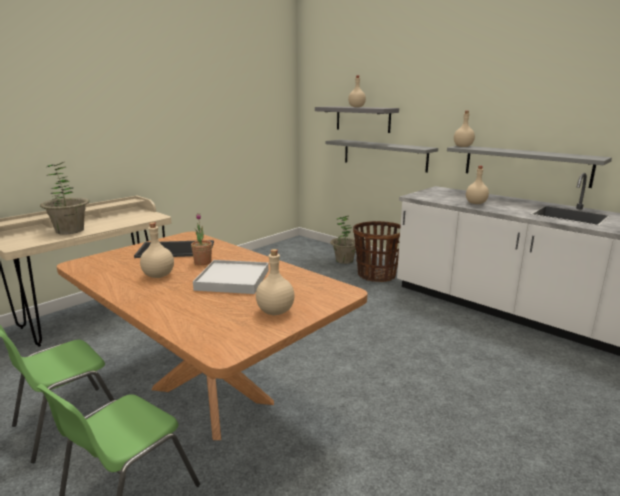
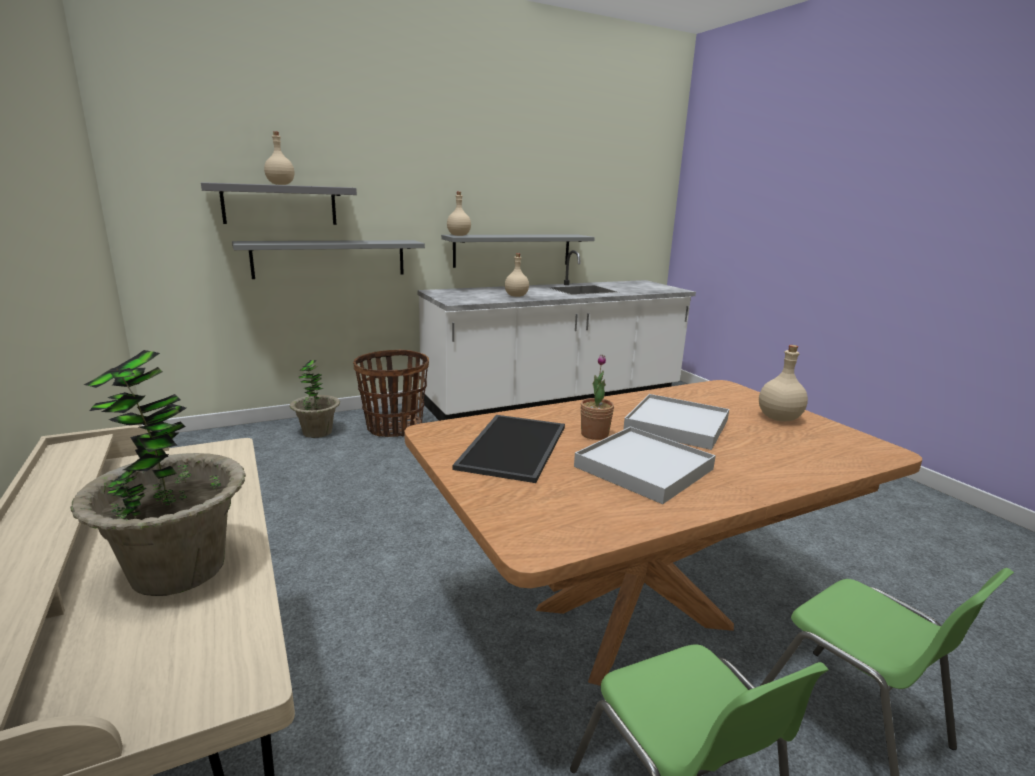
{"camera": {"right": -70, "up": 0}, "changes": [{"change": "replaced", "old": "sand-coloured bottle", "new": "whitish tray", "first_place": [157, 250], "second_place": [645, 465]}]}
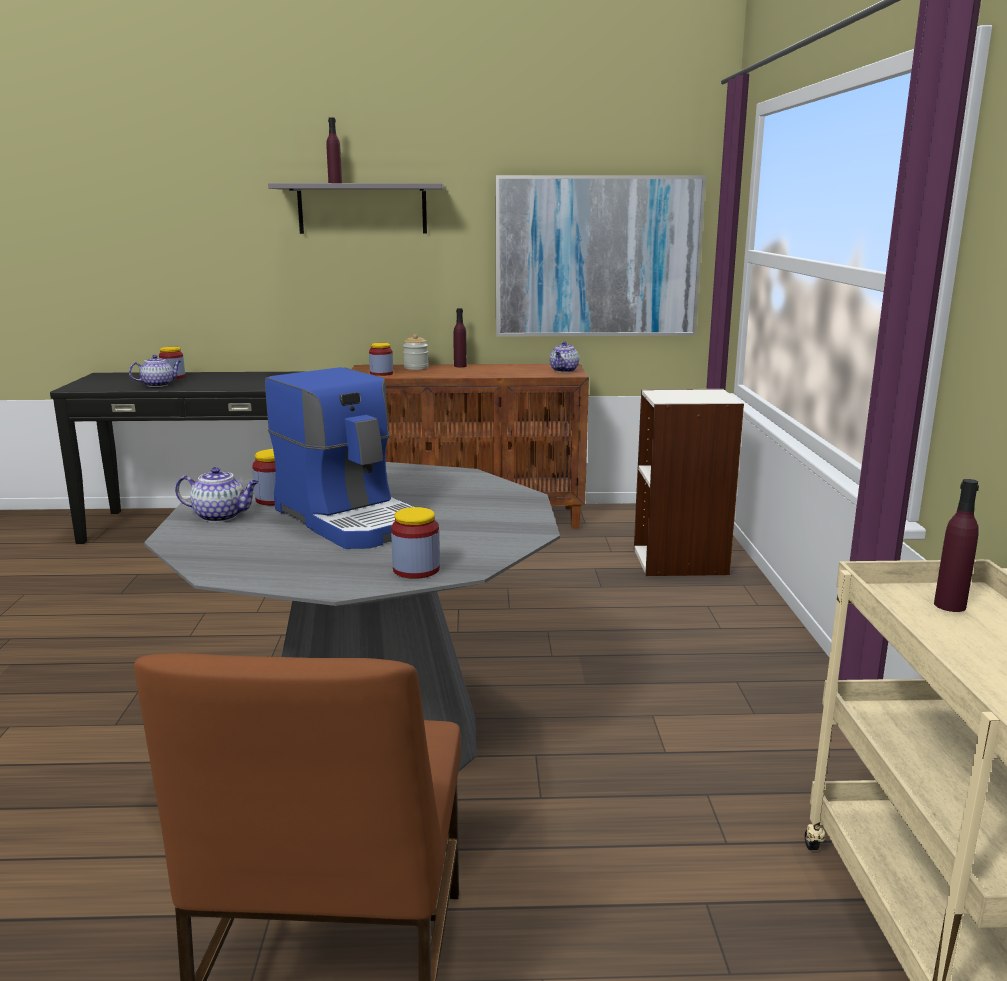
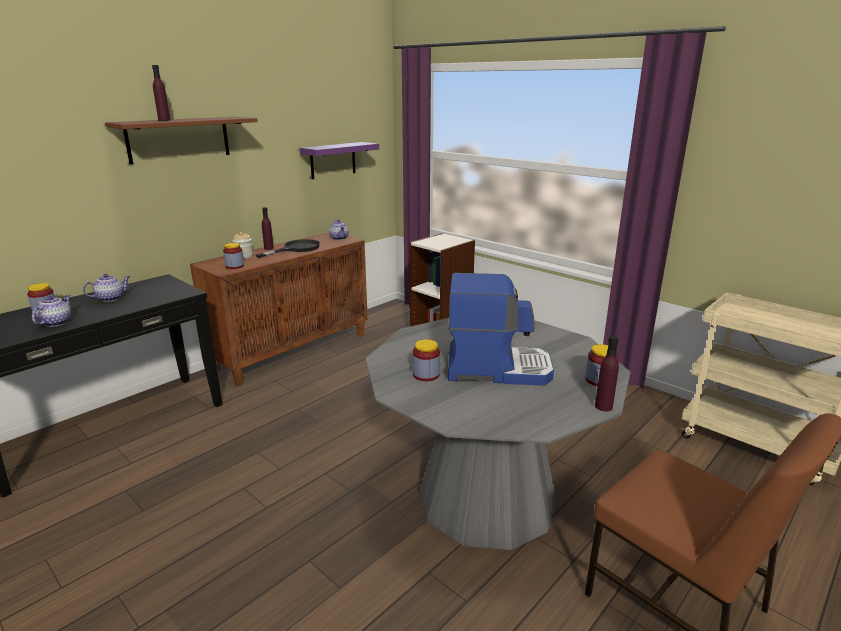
{"camera": {"right": -45, "up": 5}, "changes": [{"change": "replaced", "old": "wall art", "new": "purple-coloured wall shelf", "first_place": [601, 256], "second_place": [339, 160]}, {"change": "recoloured", "old": "grey wall shelf", "new": "brown wall shelf", "first_place": [356, 208], "second_place": [181, 140]}, {"change": "moved", "old": "tea pot", "first_place": [217, 494], "second_place": [106, 288]}, {"change": "moved", "old": "purple-coloured bottle", "first_place": [956, 545], "second_place": [607, 374]}, {"change": "added", "new": "black-coloured frying pan", "second_place": [288, 248]}]}
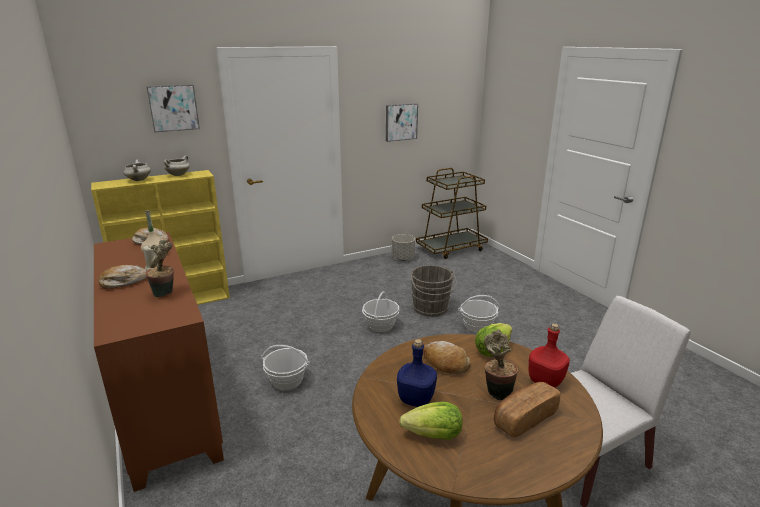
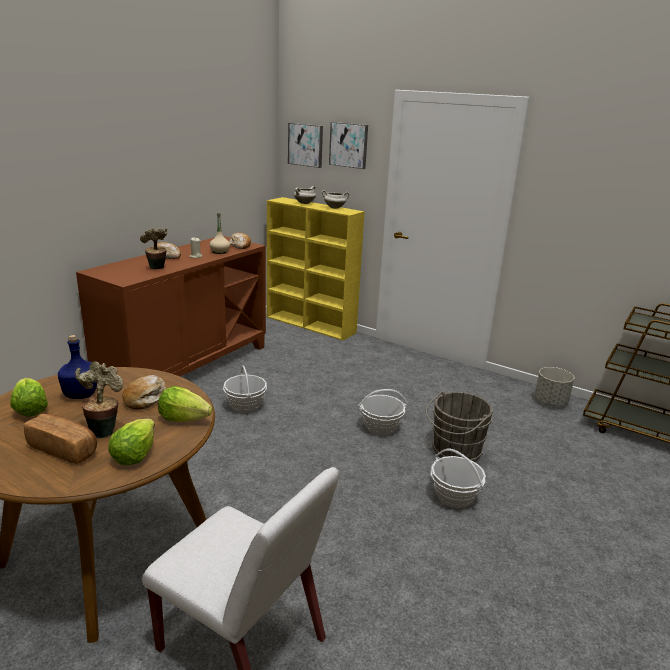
{"camera": {"right": 60, "up": 0}, "changes": [{"change": "moved", "old": "wall art", "first_place": [402, 122], "second_place": [305, 145]}, {"change": "replaced", "old": "red bottle", "new": "head of lettuce", "first_place": [549, 355], "second_place": [131, 442]}]}
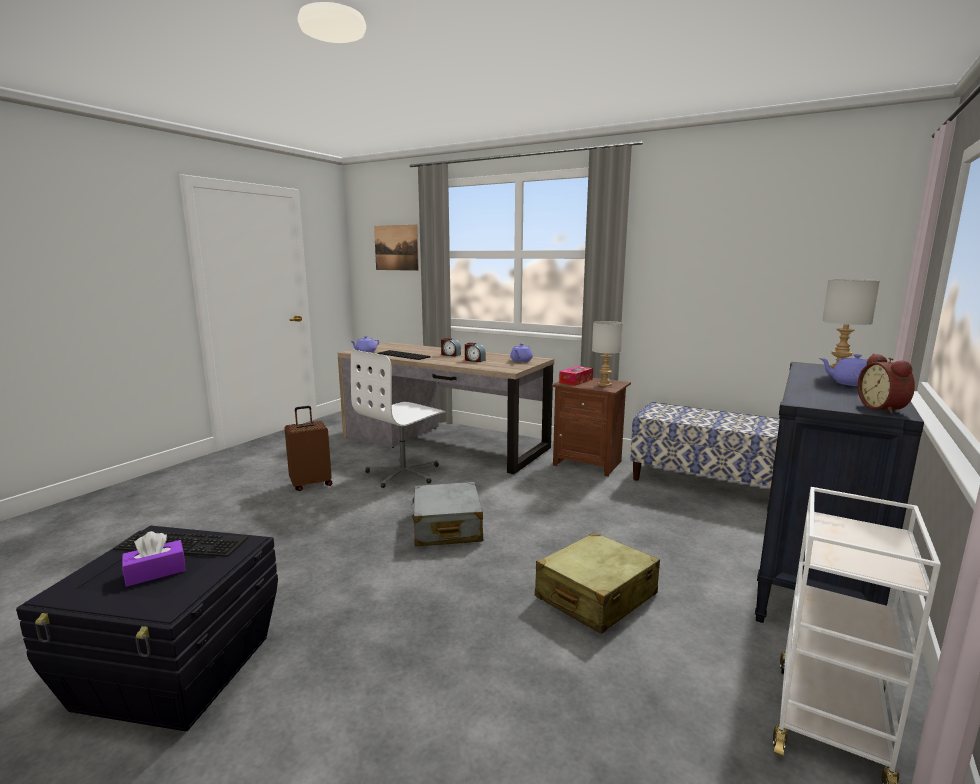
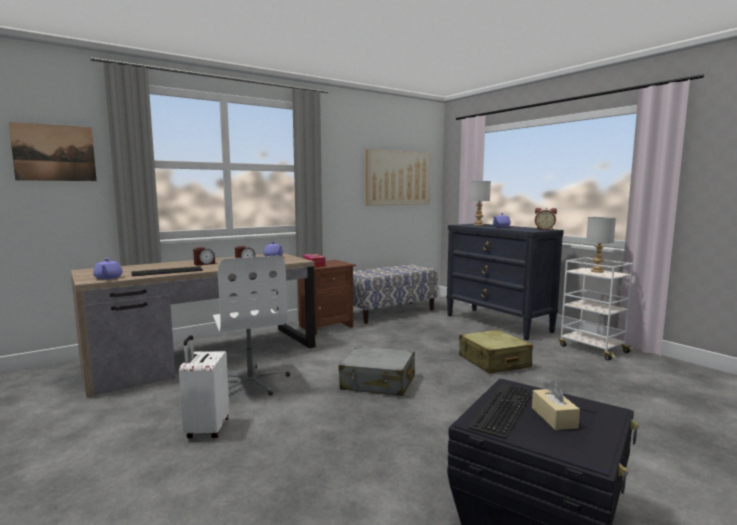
{"camera": {"right": -65, "up": -5}, "changes": [{"change": "moved", "old": "grey tabletop lamp", "first_place": [607, 353], "second_place": [601, 245]}, {"change": "recoloured", "old": "brown piece of luggage", "new": "whitish piece of luggage", "first_place": [308, 448], "second_place": [204, 386]}, {"change": "recoloured", "old": "purple-coloured tissue box", "new": "sand-coloured tissue box", "first_place": [154, 559], "second_place": [556, 405]}, {"change": "added", "new": "wall art", "second_place": [398, 177]}]}
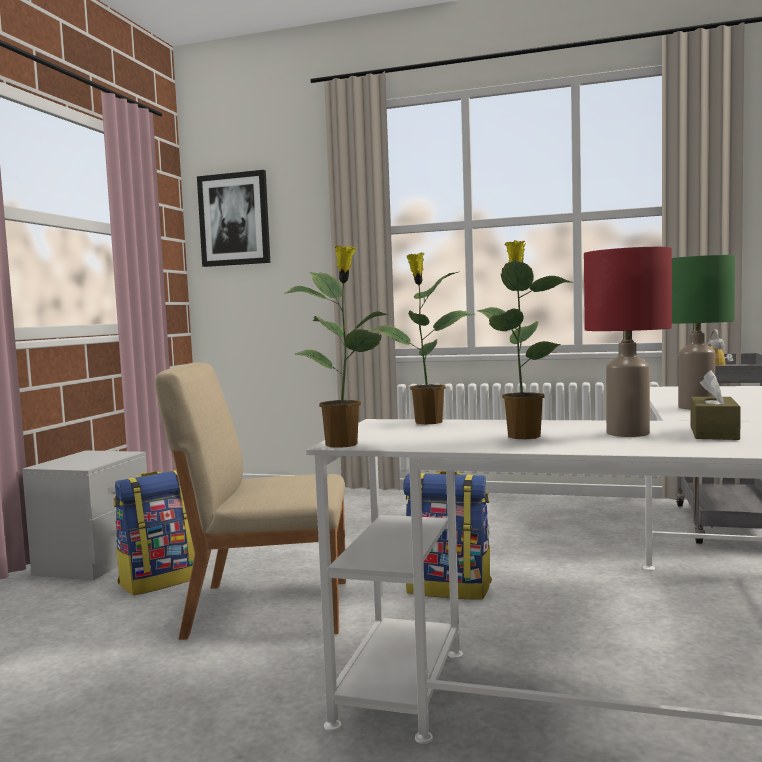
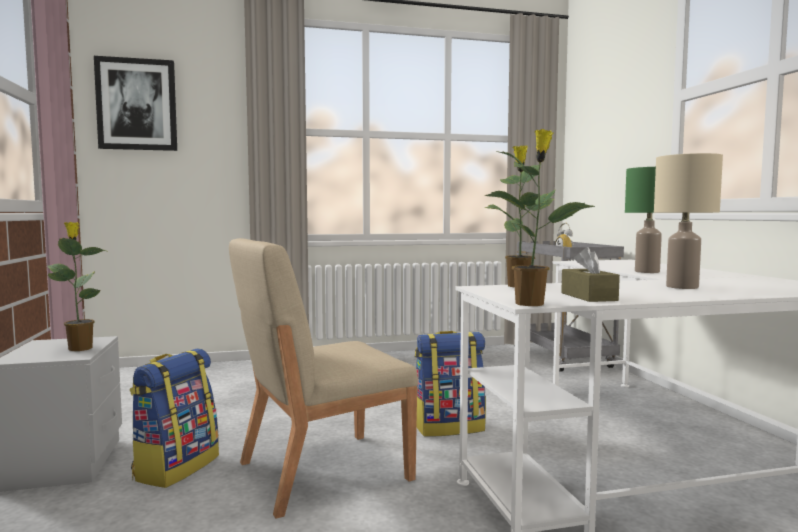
{"camera": {"right": -30, "up": 0}, "changes": [{"change": "moved", "old": "plant in a pot", "first_place": [524, 339], "second_place": [76, 286]}, {"change": "recoloured", "old": "red tabletop lamp", "new": "sand-coloured tabletop lamp", "first_place": [628, 342], "second_place": [688, 221]}, {"change": "moved", "old": "brown tissue box", "first_place": [716, 405], "second_place": [590, 274]}]}
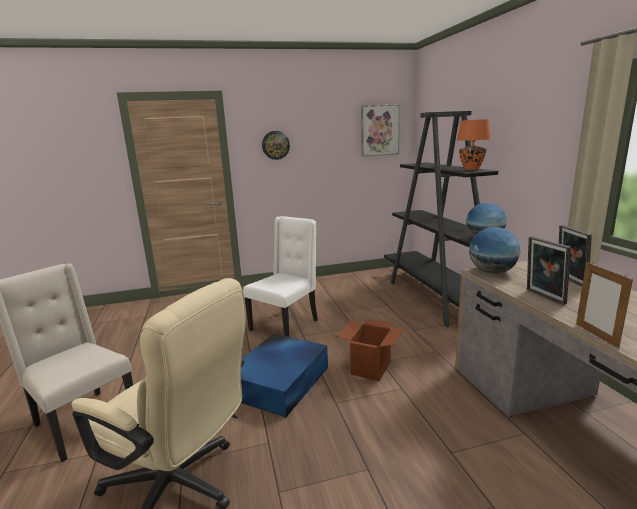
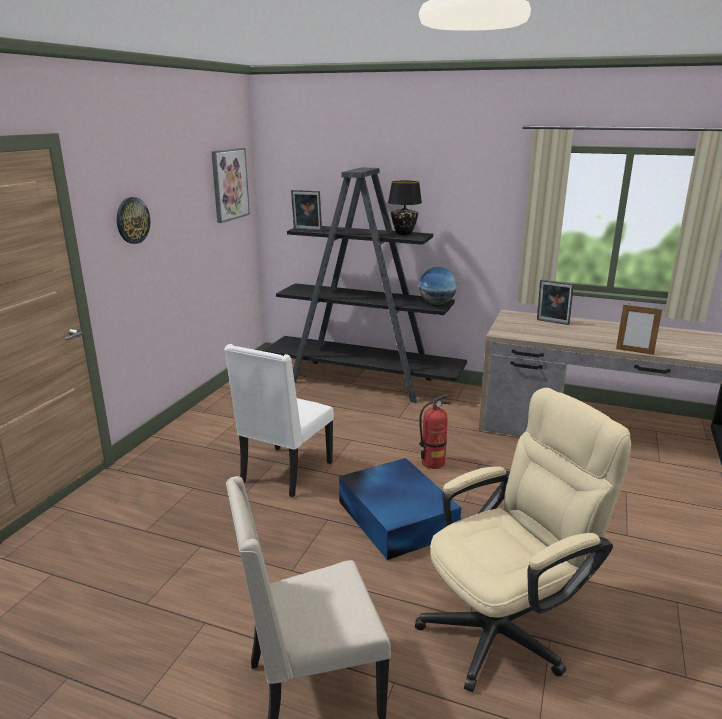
{"camera": {"right": -55, "up": 5}, "changes": [{"change": "recoloured", "old": "orangey tabletop lamp", "new": "black-coloured tabletop lamp", "first_place": [474, 144], "second_place": [405, 208]}, {"change": "turned", "old": "whitish plain chair", "first_place": [280, 276], "second_place": [279, 420], "degrees": -135}, {"change": "removed", "old": "globe", "first_place": [494, 250]}, {"change": "moved", "old": "photo frame", "first_place": [549, 270], "second_place": [306, 210]}, {"change": "replaced", "old": "packing box", "new": "fire extinguisher", "first_place": [370, 350], "second_place": [435, 431]}]}
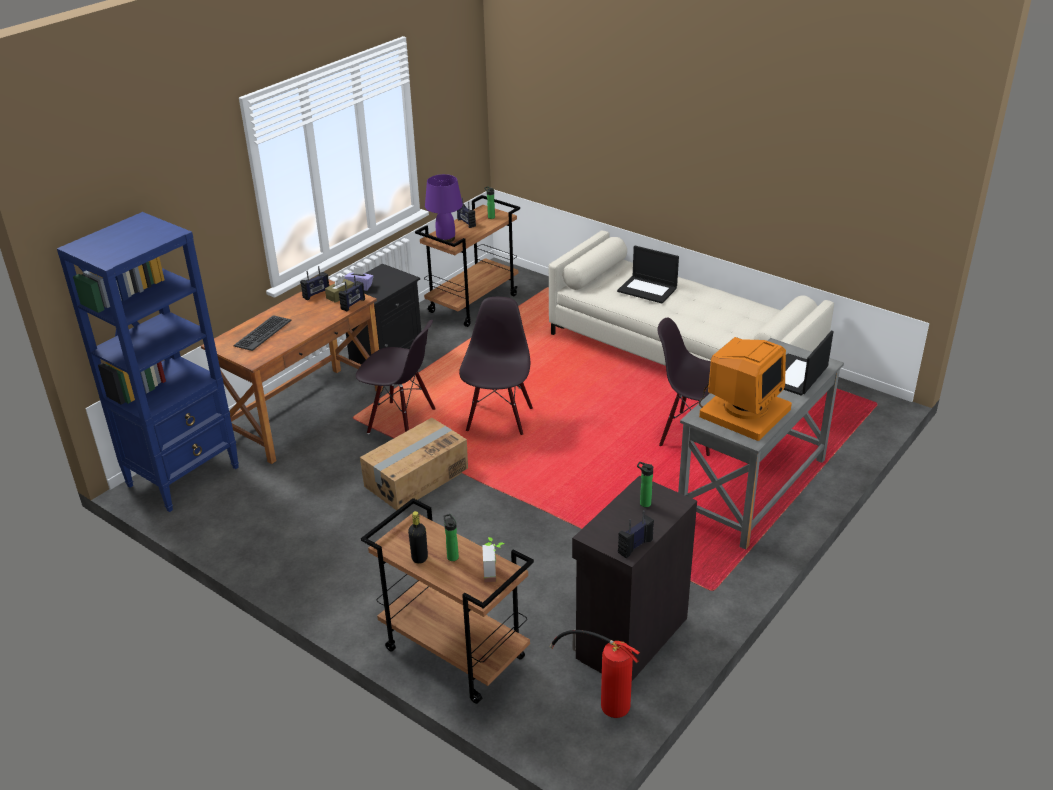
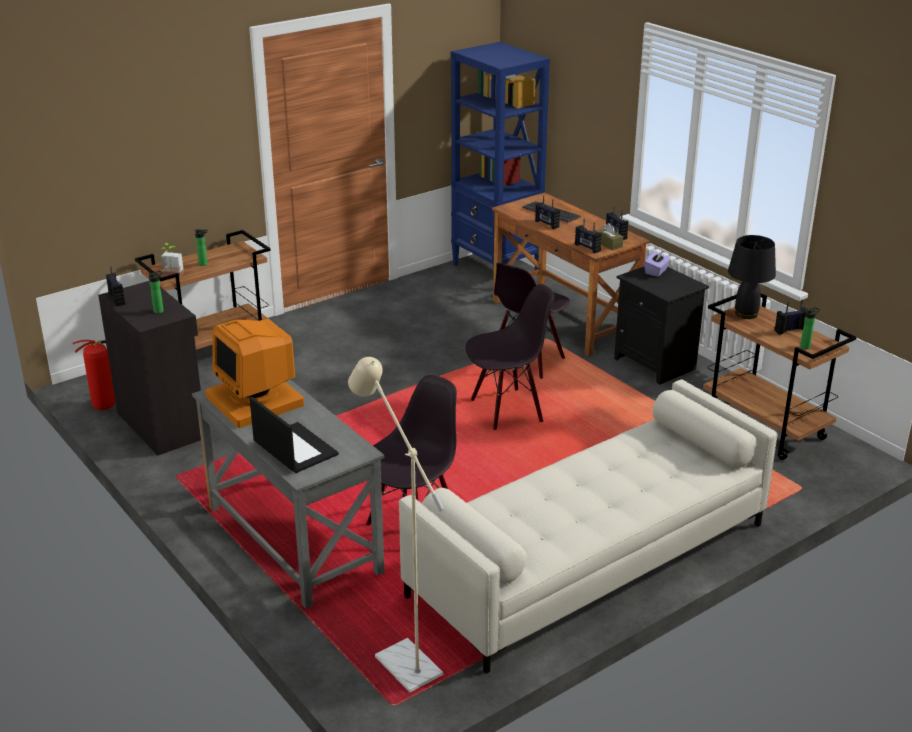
{"camera": {"right": 105, "up": -5}, "changes": [{"change": "recoloured", "old": "purple-coloured tabletop lamp", "new": "black-coloured tabletop lamp", "first_place": [444, 208], "second_place": [752, 277]}, {"change": "removed", "old": "portable computer", "first_place": [648, 274]}, {"change": "turned", "old": "black-coloured plain chair", "first_place": [496, 366], "second_place": [510, 357], "degrees": -45}, {"change": "removed", "old": "packing box", "first_place": [414, 464]}, {"change": "removed", "old": "black-coloured bottle", "first_place": [418, 537]}, {"change": "added", "new": "radio set", "second_place": [547, 212]}, {"change": "added", "new": "sand-coloured floor lamp", "second_place": [396, 524]}]}
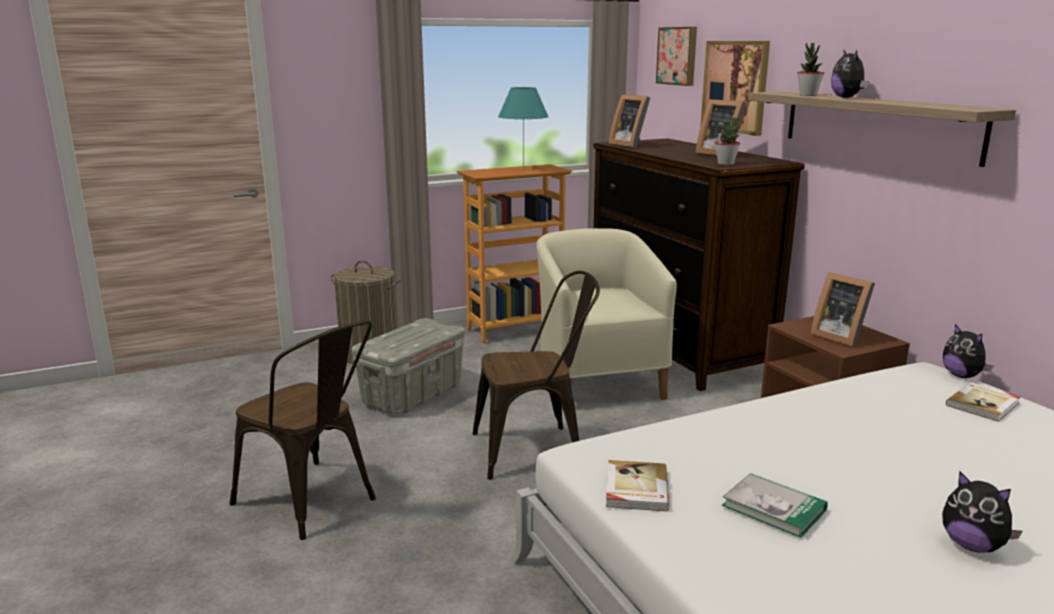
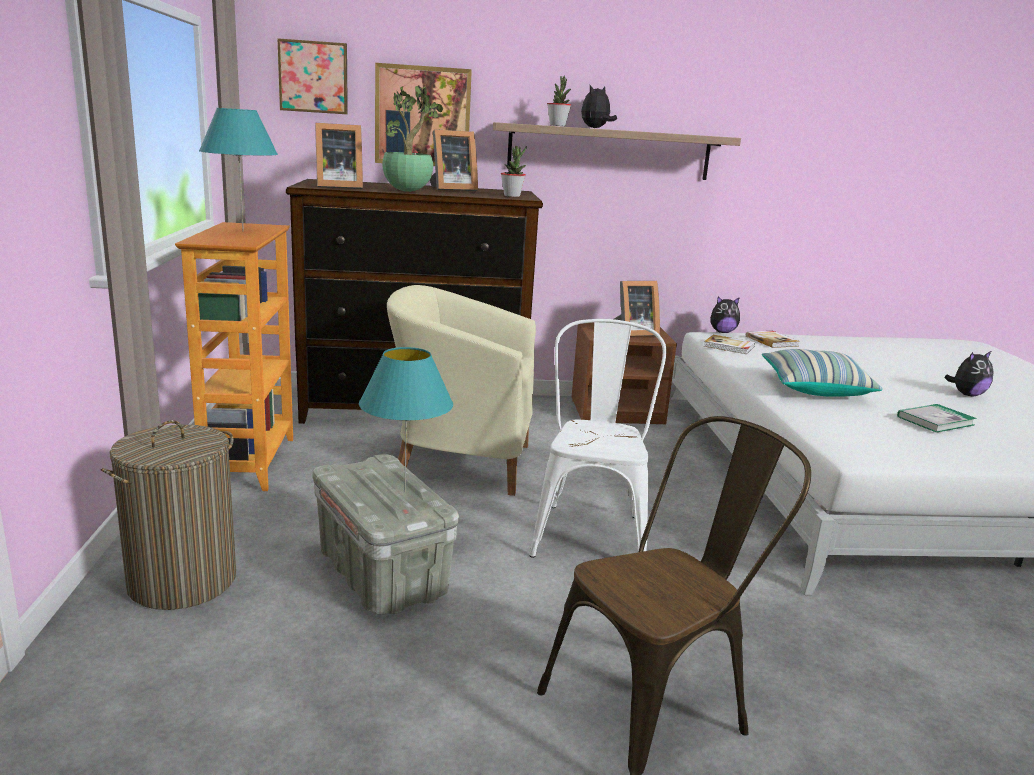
{"camera": {"right": -70, "up": 0}, "changes": [{"change": "turned", "old": "cuddly toy", "first_place": [849, 74], "second_place": [599, 106], "degrees": 120}, {"change": "recoloured", "old": "brown plain chair", "new": "whitish plain chair", "first_place": [536, 375], "second_place": [598, 438]}, {"change": "moved", "old": "book", "first_place": [637, 485], "second_place": [729, 344]}, {"change": "added", "new": "plant in a pot", "second_place": [412, 138]}, {"change": "added", "new": "turquoise tabletop lamp", "second_place": [406, 419]}, {"change": "added", "new": "throw pillow", "second_place": [822, 373]}]}
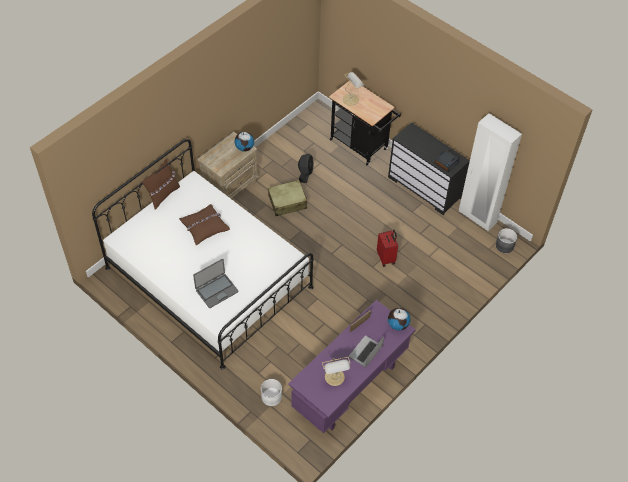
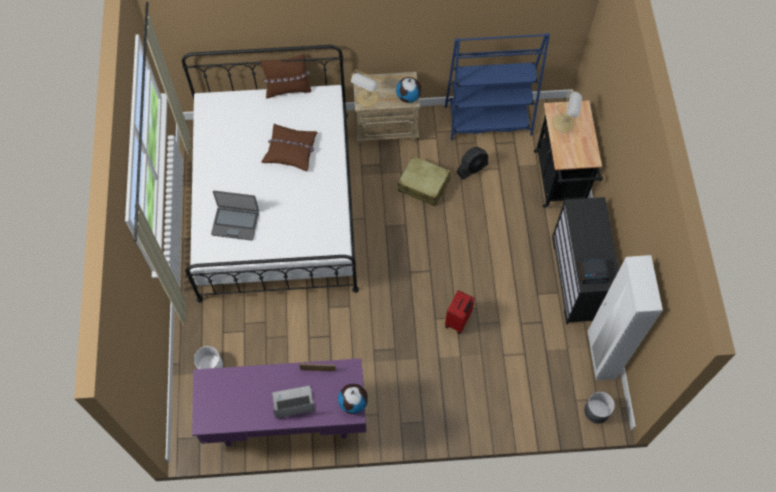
{"camera": {"right": 45, "up": 10}, "changes": [{"change": "moved", "old": "tabletop lamp", "first_place": [336, 371], "second_place": [366, 88]}, {"change": "added", "new": "blue-coloured bookshelf", "second_place": [497, 86]}]}
